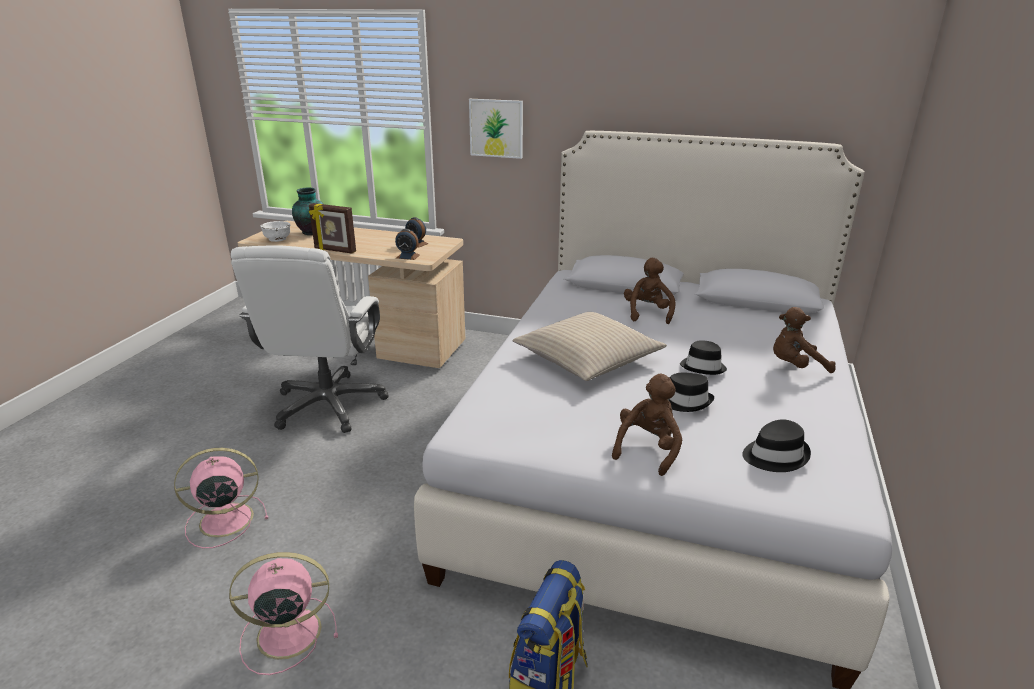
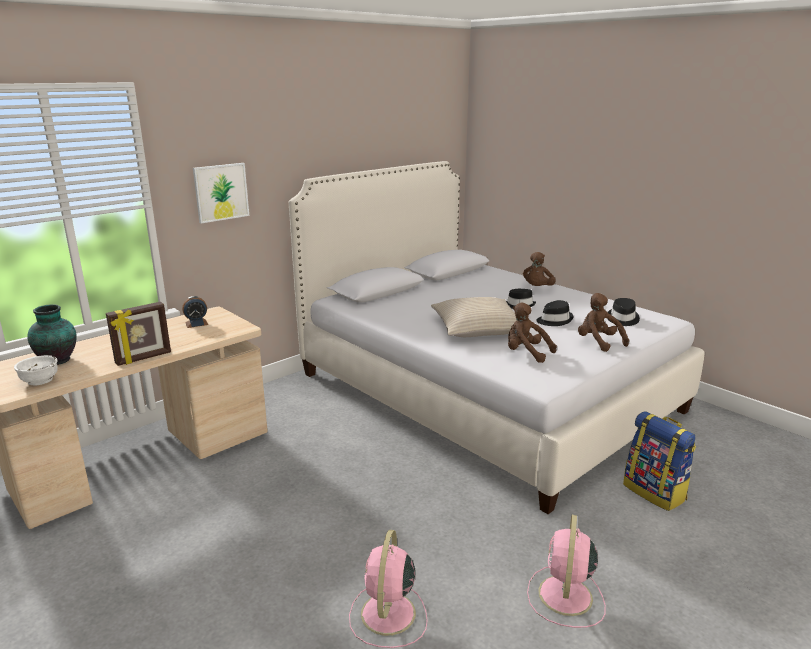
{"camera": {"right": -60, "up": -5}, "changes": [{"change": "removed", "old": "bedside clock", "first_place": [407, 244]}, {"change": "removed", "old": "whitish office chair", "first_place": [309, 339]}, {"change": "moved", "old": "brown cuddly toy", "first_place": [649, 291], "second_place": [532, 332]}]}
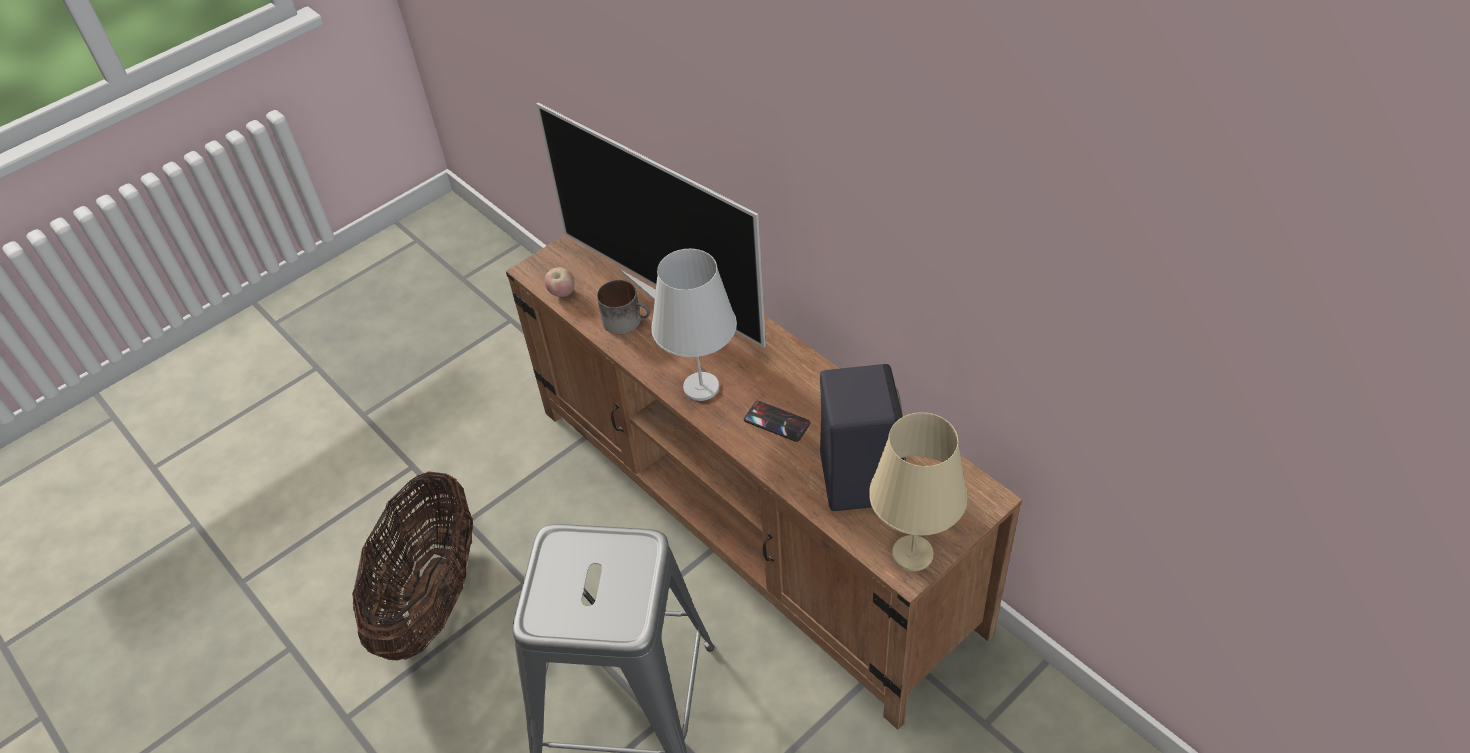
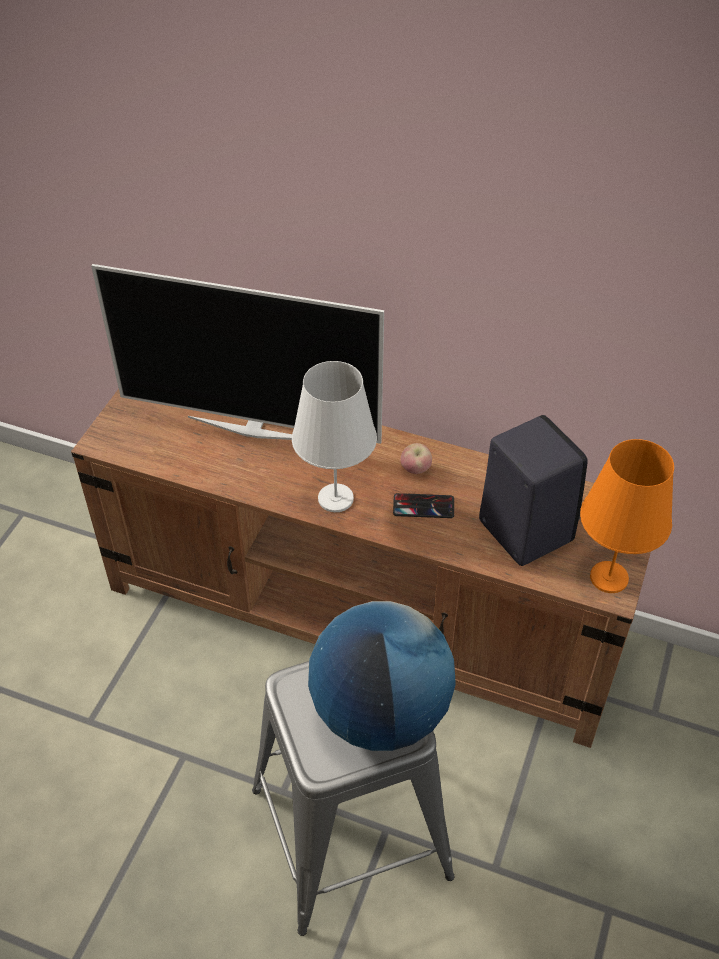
{"camera": {"right": -30, "up": 0}, "changes": [{"change": "moved", "old": "whole apple", "first_place": [560, 282], "second_place": [416, 458]}, {"change": "removed", "old": "mug", "first_place": [623, 307]}, {"change": "recoloured", "old": "sand-coloured tabletop lamp", "new": "orangey tabletop lamp", "first_place": [918, 491], "second_place": [627, 516]}, {"change": "removed", "old": "household basket", "first_place": [412, 565]}, {"change": "added", "new": "globe", "second_place": [382, 676]}]}
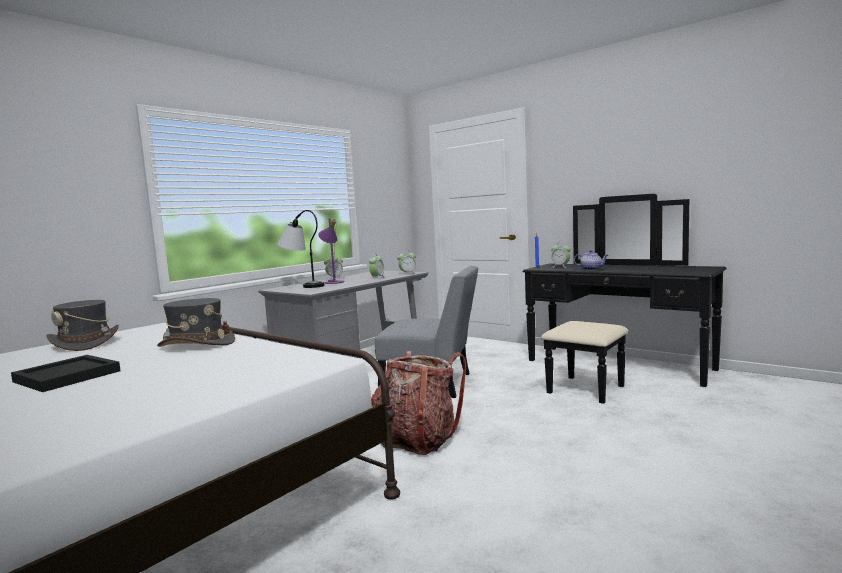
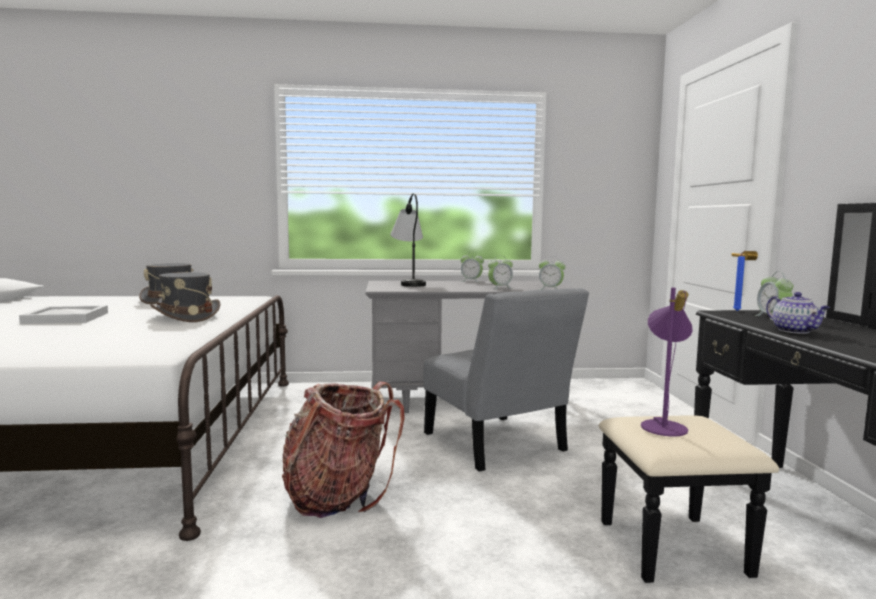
{"camera": {"right": 45, "up": 0}, "changes": [{"change": "moved", "old": "purple-coloured tabletop lamp", "first_place": [331, 251], "second_place": [667, 362]}, {"change": "recoloured", "old": "black-coloured tray", "new": "whitish tray", "first_place": [66, 373], "second_place": [63, 314]}]}
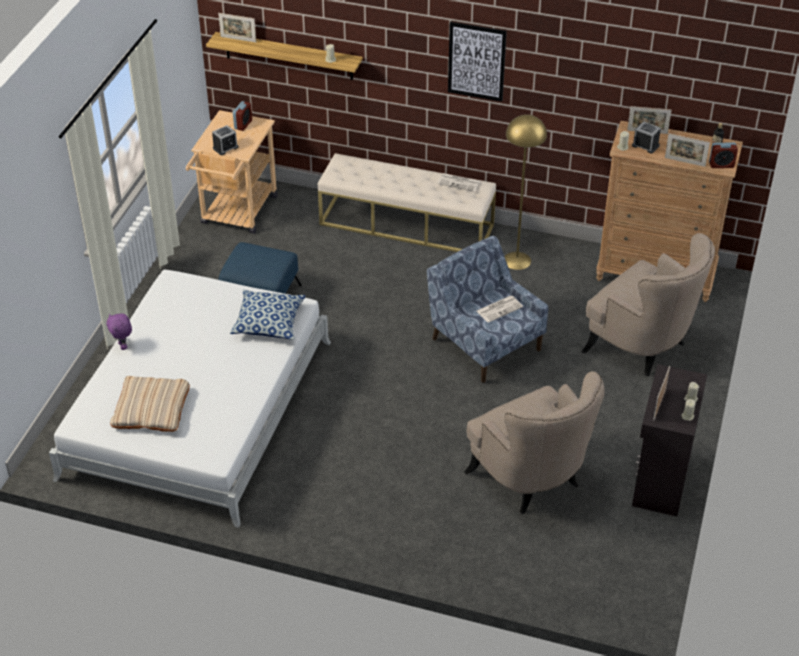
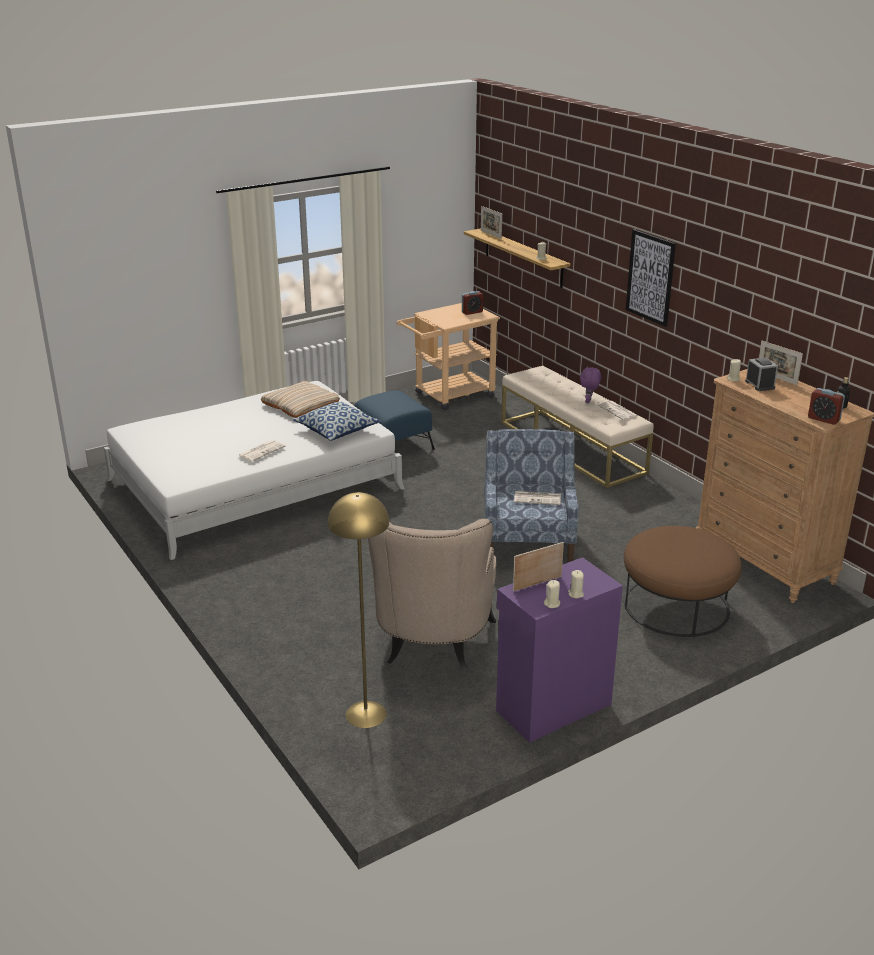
{"camera": {"right": 40, "up": -15}, "changes": [{"change": "moved", "old": "yellow-coloured floor lamp", "first_place": [525, 192], "second_place": [358, 610]}, {"change": "removed", "old": "bedside clock", "first_place": [225, 140]}, {"change": "removed", "old": "photo frame", "first_place": [687, 150]}, {"change": "replaced", "old": "sand-coloured armchair", "new": "brown pouffe", "first_place": [648, 305], "second_place": [683, 581]}, {"change": "moved", "old": "purple-coloured cuddly toy", "first_place": [119, 332], "second_place": [590, 384]}, {"change": "recoloured", "old": "black-coloured cabinet", "new": "purple-coloured cabinet", "first_place": [669, 440], "second_place": [559, 650]}, {"change": "moved", "old": "sand-coloured throw pillow", "first_place": [150, 404], "second_place": [300, 399]}, {"change": "added", "new": "newspaper", "second_place": [261, 451]}]}
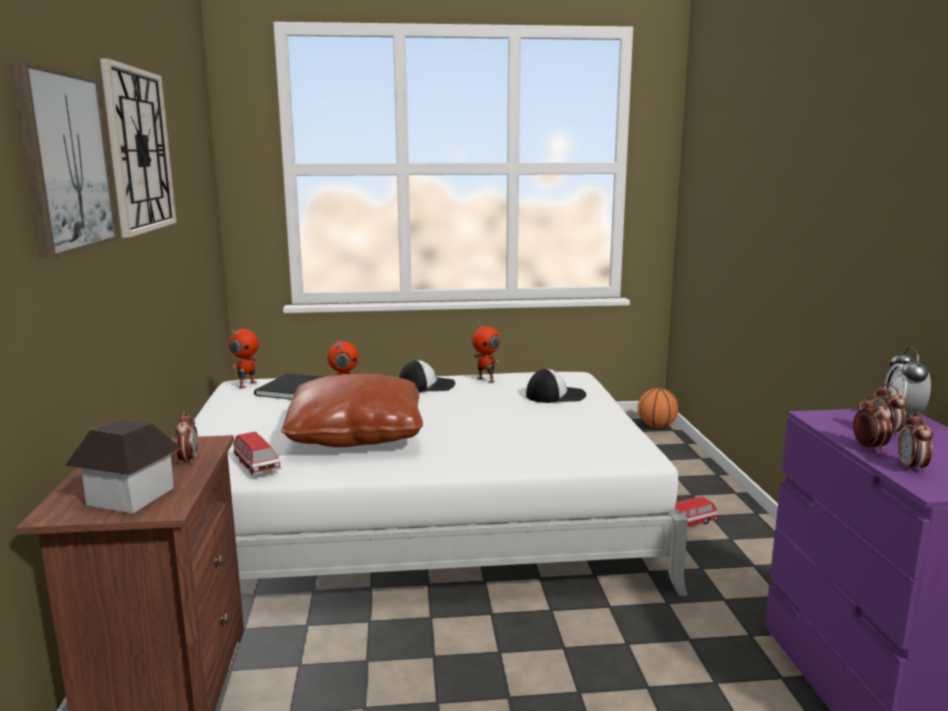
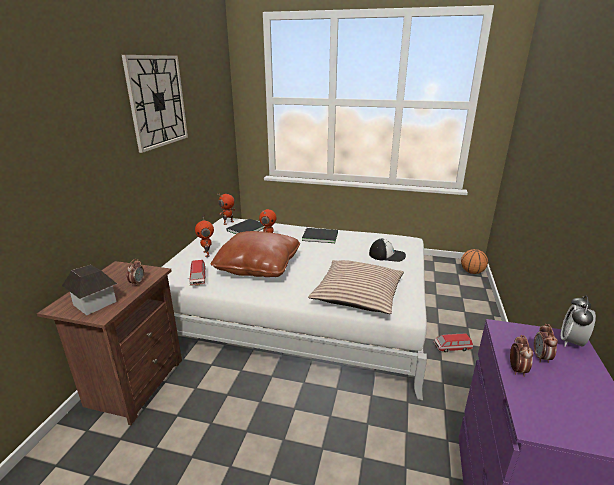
{"camera": {"right": 20, "up": 10}, "changes": [{"change": "removed", "old": "wall art", "first_place": [64, 159]}, {"change": "moved", "old": "robot figure", "first_place": [486, 352], "second_place": [204, 236]}, {"change": "replaced", "old": "baseball cap", "new": "black-coloured book", "first_place": [427, 376], "second_place": [320, 235]}, {"change": "removed", "old": "bedside clock", "first_place": [915, 442]}, {"change": "added", "new": "throw pillow", "second_place": [356, 287]}]}
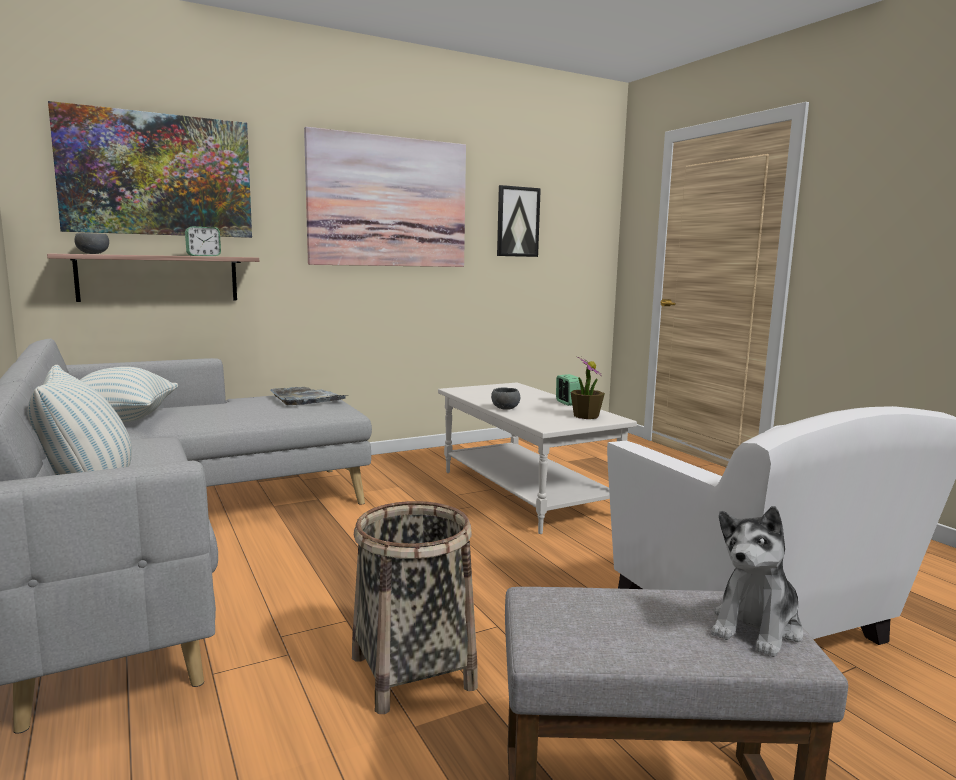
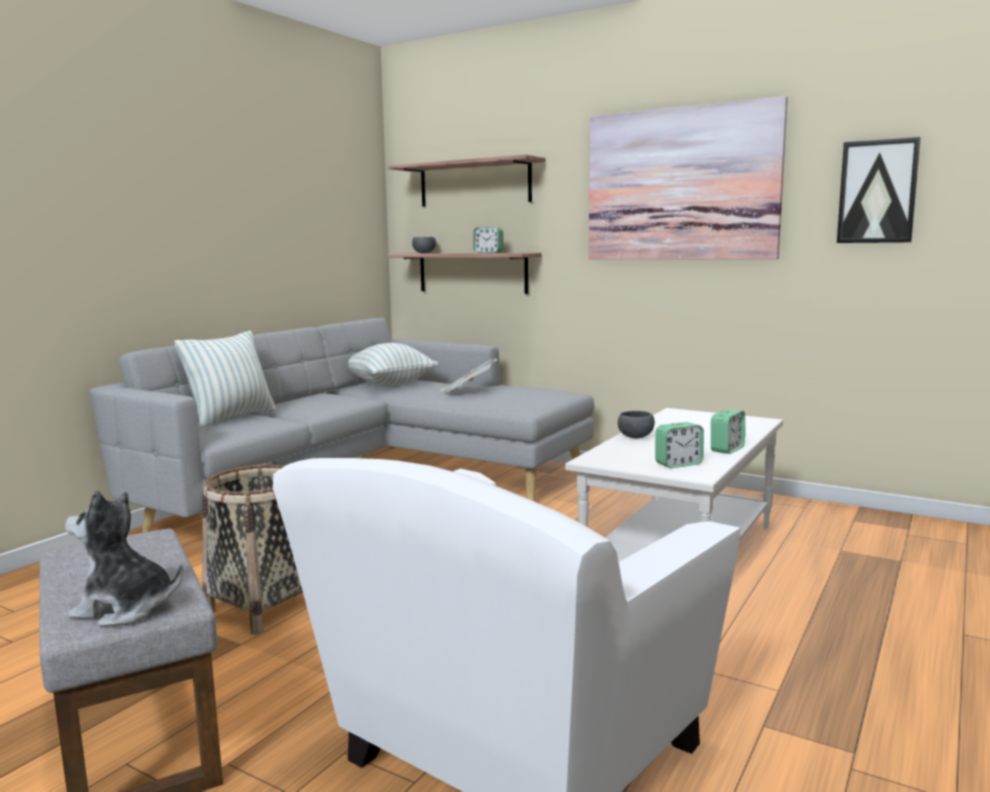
{"camera": {"right": 60, "up": 0}, "changes": [{"change": "replaced", "old": "wall art", "new": "wall shelf", "first_place": [150, 169], "second_place": [466, 181]}, {"change": "replaced", "old": "plant in a pot", "new": "bedside clock", "first_place": [587, 387], "second_place": [679, 445]}, {"change": "removed", "old": "grey tray", "first_place": [309, 396]}, {"change": "added", "new": "newspaper", "second_place": [468, 375]}]}
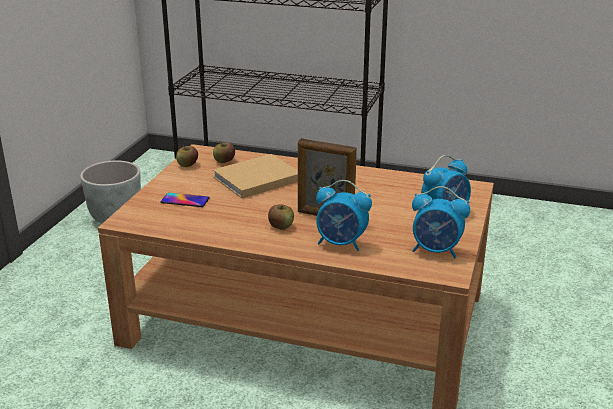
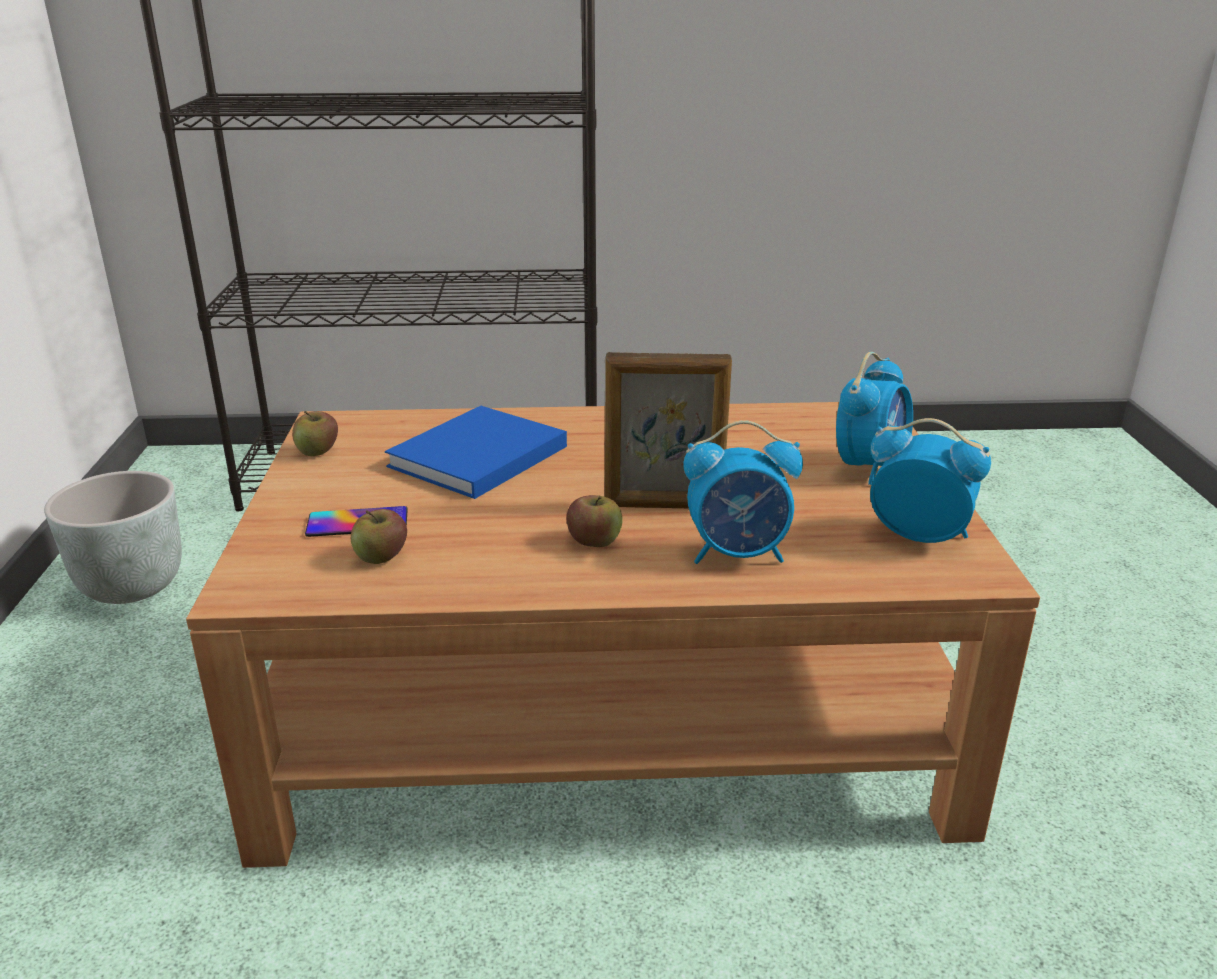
{"camera": {"right": -20, "up": 0}, "changes": [{"change": "moved", "old": "whole apple", "first_place": [224, 152], "second_place": [379, 536]}, {"change": "recoloured", "old": "sand-coloured book", "new": "blue-coloured book", "first_place": [255, 176], "second_place": [476, 452]}, {"change": "turned", "old": "bedside clock", "first_place": [441, 222], "second_place": [930, 480], "degrees": -150}]}
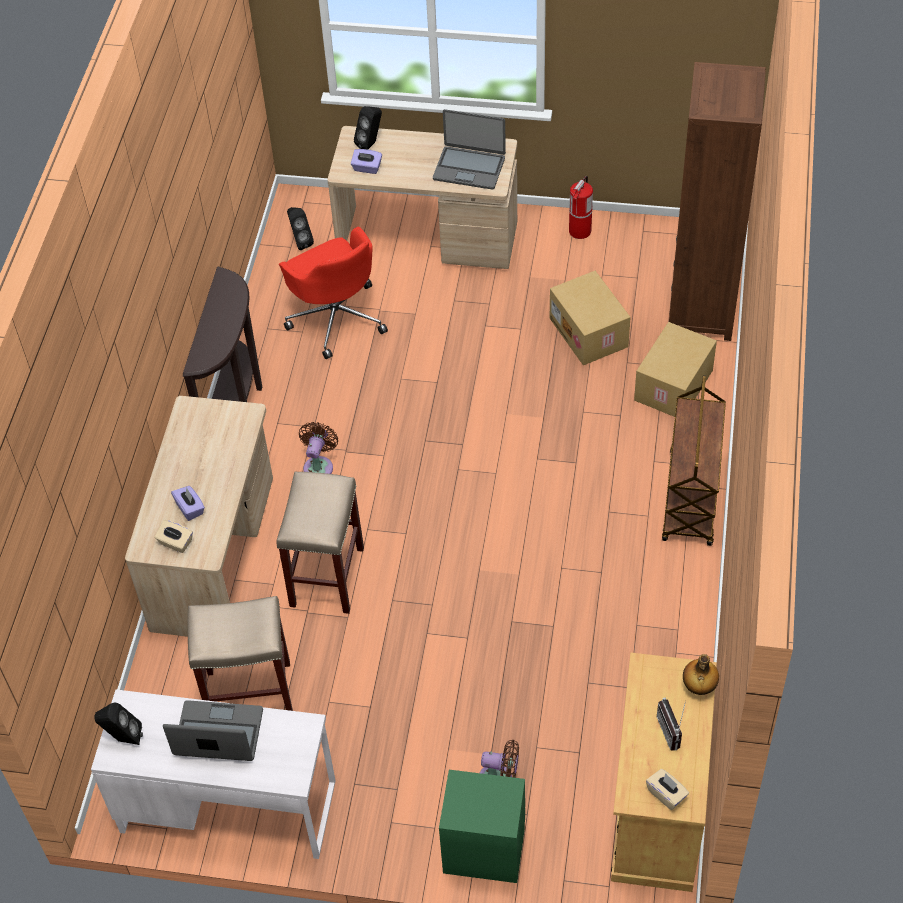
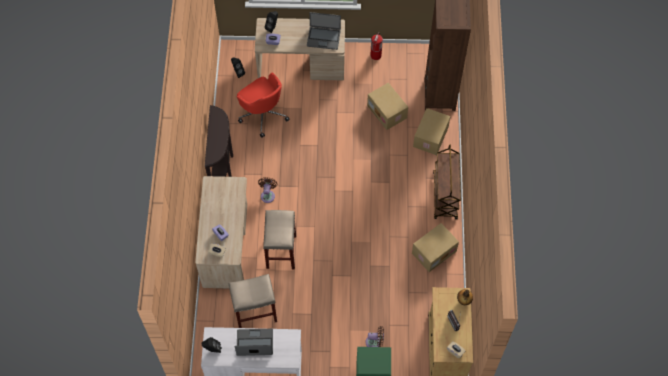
{"camera": {"right": -10, "up": 10}, "changes": [{"change": "added", "new": "packing box", "second_place": [435, 247]}]}
